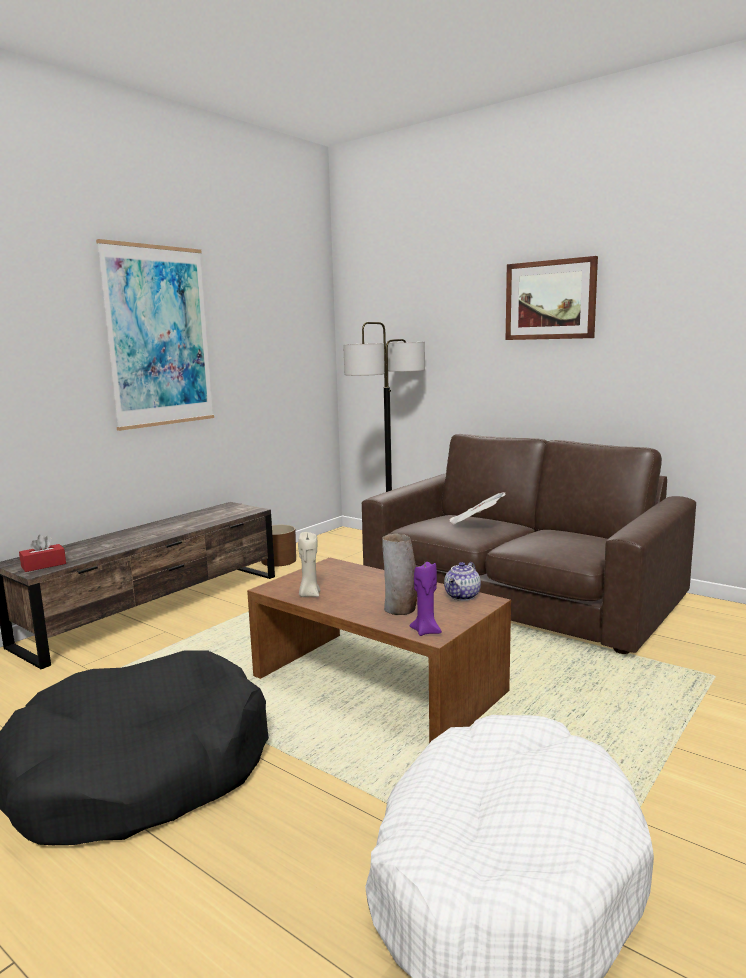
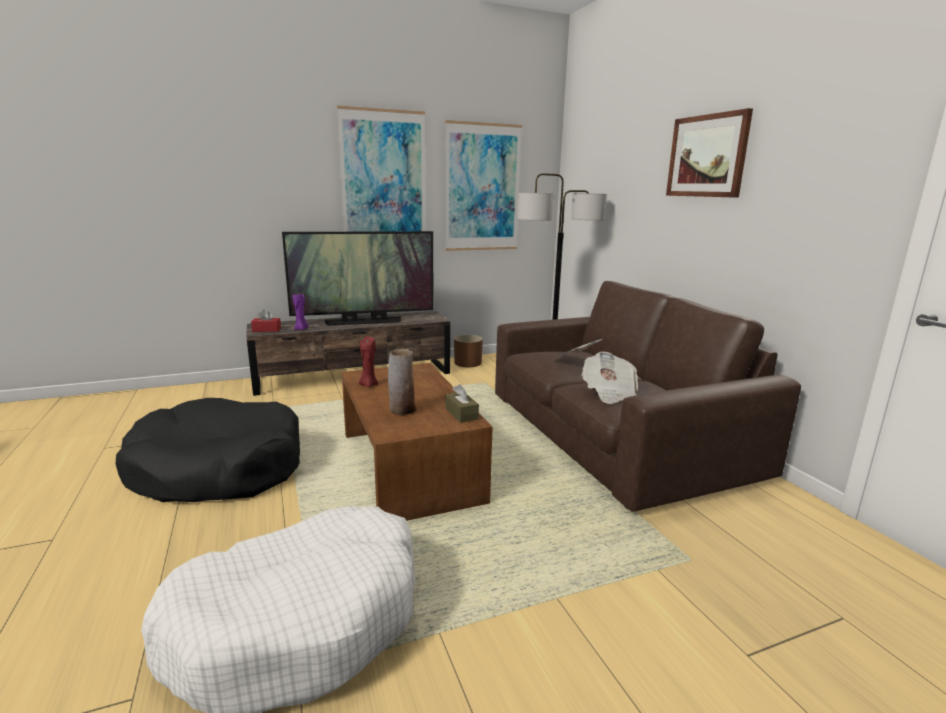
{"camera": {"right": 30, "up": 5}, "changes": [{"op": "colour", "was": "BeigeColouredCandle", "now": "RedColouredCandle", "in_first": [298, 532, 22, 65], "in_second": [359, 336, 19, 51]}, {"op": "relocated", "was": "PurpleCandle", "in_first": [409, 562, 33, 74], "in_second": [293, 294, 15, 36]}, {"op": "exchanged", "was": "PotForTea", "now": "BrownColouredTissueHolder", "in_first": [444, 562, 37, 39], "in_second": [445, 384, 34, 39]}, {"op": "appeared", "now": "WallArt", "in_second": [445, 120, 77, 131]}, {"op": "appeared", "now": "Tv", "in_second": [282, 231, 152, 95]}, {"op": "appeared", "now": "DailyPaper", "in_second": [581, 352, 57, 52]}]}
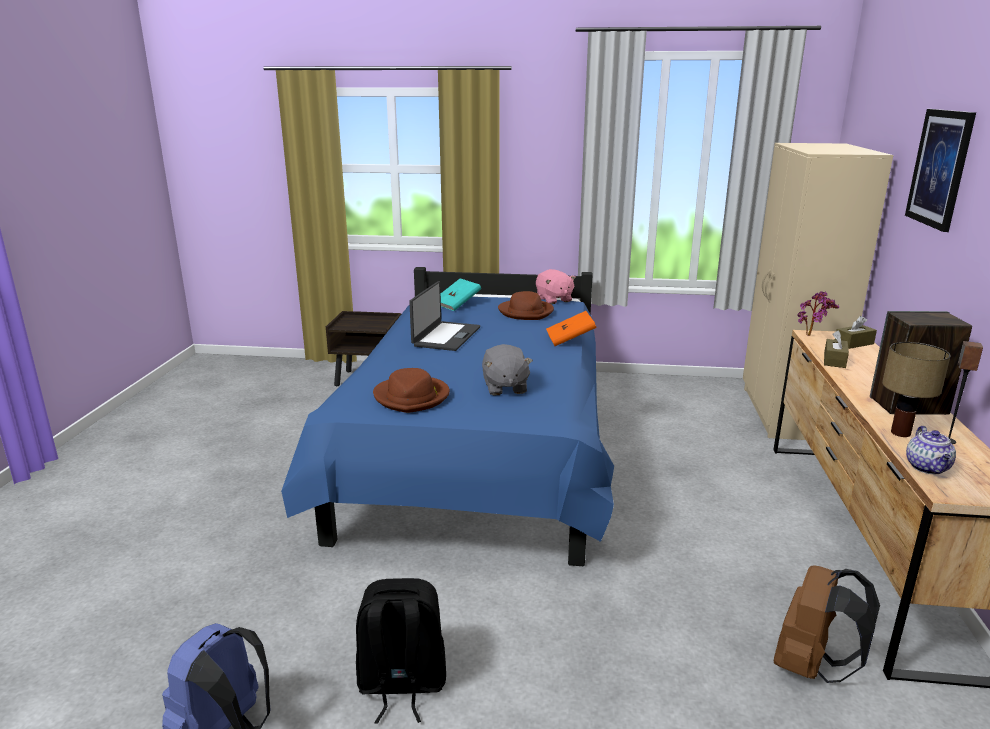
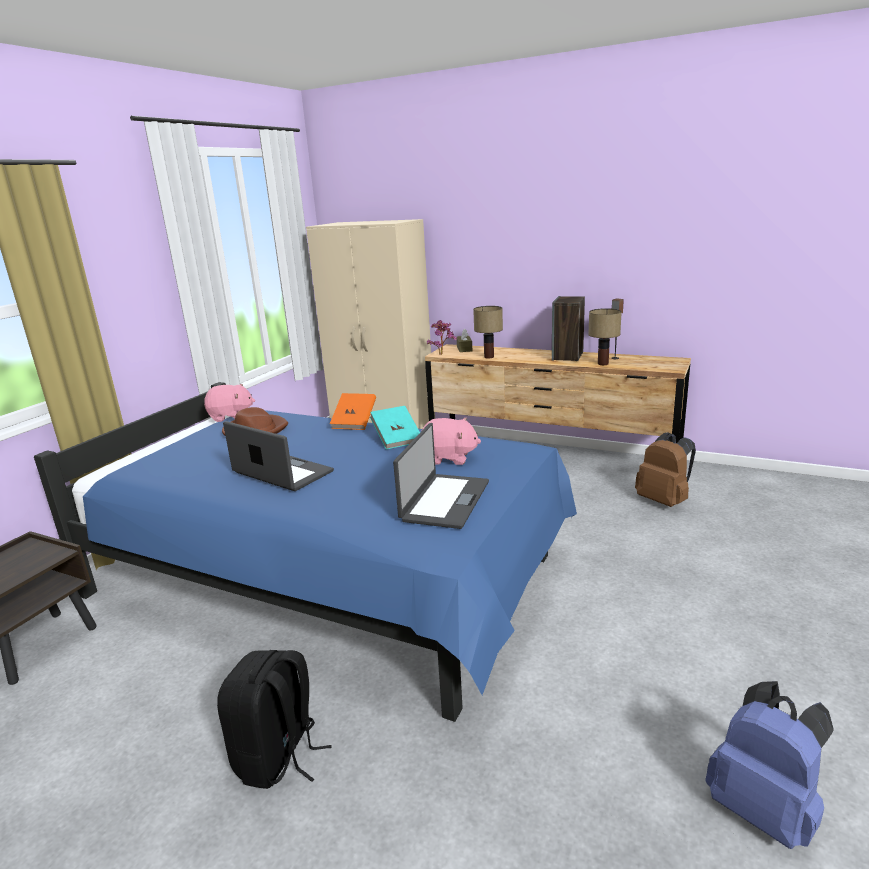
{"camera": {"right": -70, "up": 0}, "changes": [{"op": "missing", "was": "WallArt", "in_first": [905, 109, 71, 123]}, {"op": "relocated", "was": "BlueGreenBook", "in_first": [441, 278, 40, 33], "in_second": [370, 406, 50, 44]}, {"op": "exchanged", "was": "BrownColouredTissueHolder", "now": "LampForATable", "in_first": [824, 330, 25, 38], "in_second": [473, 306, 30, 52]}, {"op": "colour", "was": "GraySoftToy", "now": "PinkColouredSoftToy", "in_first": [482, 344, 51, 52], "in_second": [422, 418, 59, 47]}, {"op": "exchanged", "was": "BrownColouredWearableHat", "now": "Laptop", "in_first": [373, 368, 77, 45], "in_second": [393, 423, 96, 106]}, {"op": "missing", "was": "PotForTea", "in_first": [906, 426, 50, 48]}, {"op": "relocated", "was": "BlackishKnapsack", "in_first": [356, 578, 90, 146], "in_second": [217, 650, 115, 139]}]}
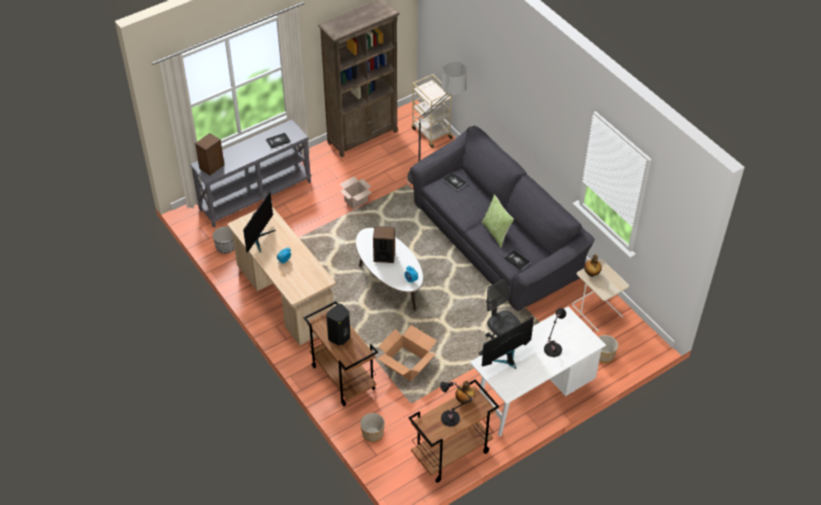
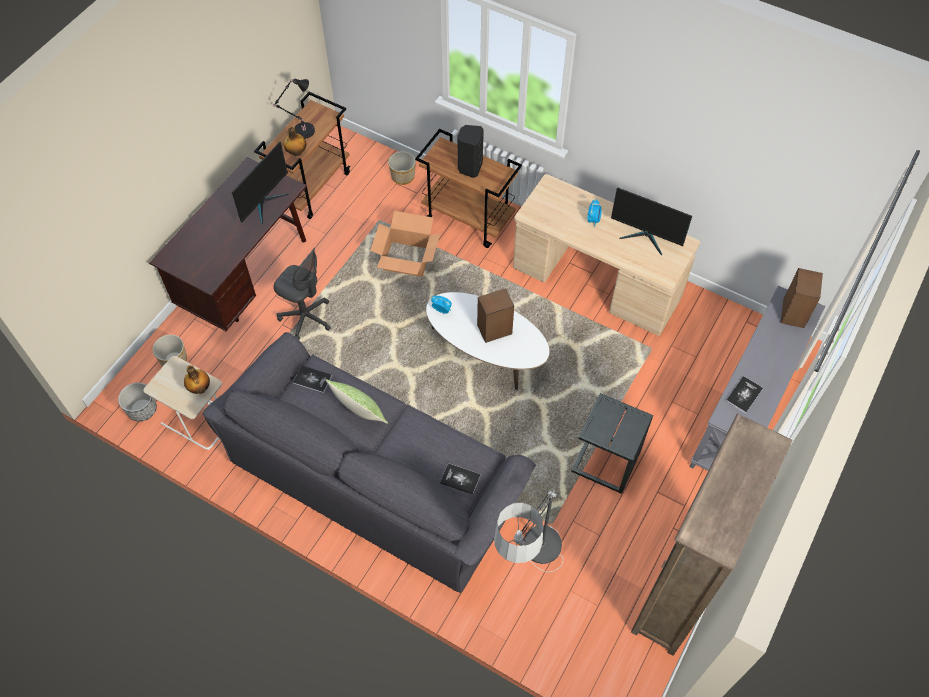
{"camera": {"right": 155, "up": 10}, "changes": [{"op": "missing", "was": "BeigeColouredTrolley", "in_first": [411, 74, 42, 74]}, {"op": "exchanged", "was": "CardboardBox", "now": "GrayEndTable", "in_first": [340, 176, 31, 33], "in_second": [571, 393, 82, 101]}, {"op": "spun", "was": "Monitor", "in_first": [243, 192, 33, 61], "in_second": [611, 187, 81, 68], "clockwise": -60}, {"op": "relocated", "was": "FlowerPot", "in_first": [213, 227, 21, 26], "in_second": [118, 382, 39, 40]}, {"op": "colour", "was": "WhitishDeskUnit", "now": "BrownColouredDeskUnit", "in_first": [470, 307, 136, 130], "in_second": [149, 157, 158, 174]}, {"op": "missing", "was": "BlackishLampForATable", "in_first": [544, 308, 22, 49]}]}
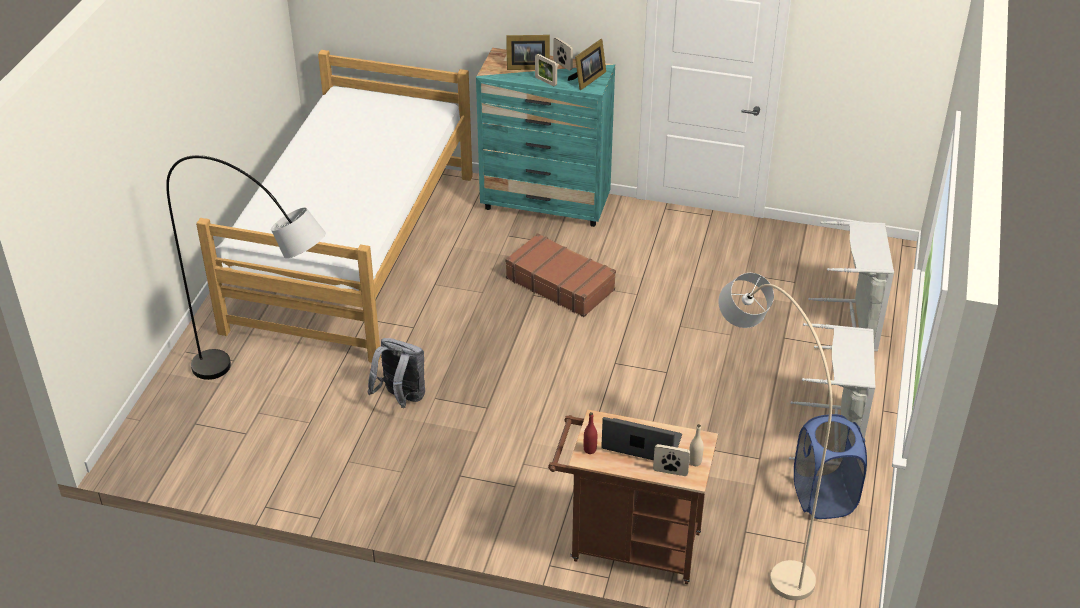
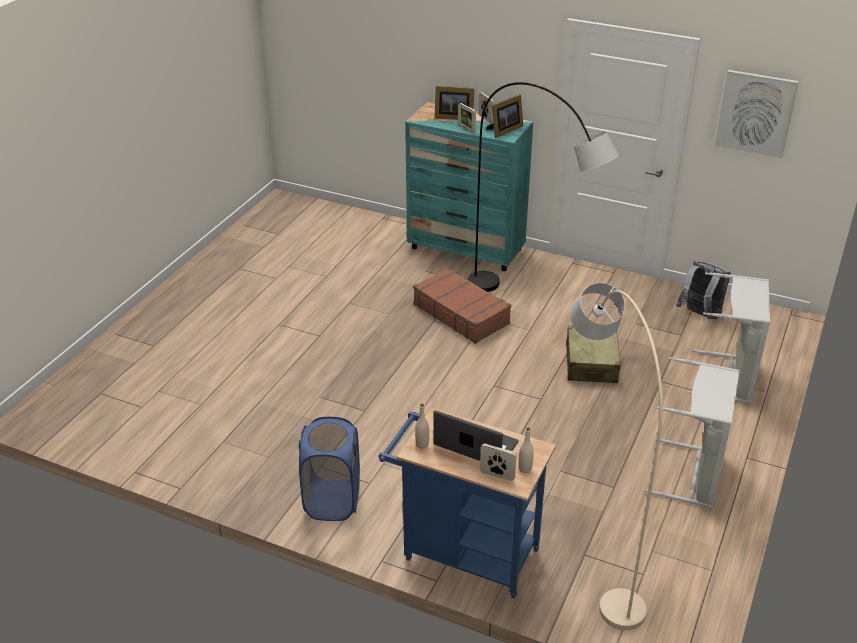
{"camera": {"right": 10, "up": -5}, "changes": [{"op": "missing", "was": "BedroomBed", "in_first": [196, 50, 277, 313]}, {"op": "relocated", "was": "GrayStandardLamp", "in_first": [166, 155, 160, 225], "in_second": [468, 82, 151, 210]}, {"op": "relocated", "was": "GrayKnapsack", "in_first": [367, 338, 58, 70], "in_second": [676, 261, 55, 58]}, {"op": "colour", "was": "BrownColouredTrolley", "now": "BluishTrolley", "in_first": [548, 410, 170, 174], "in_second": [379, 408, 177, 190]}, {"op": "colour", "was": "RedColouredBeverageBottle", "now": "BeigeColouredBeverageBottle", "in_first": [584, 412, 13, 42], "in_second": [415, 404, 14, 45]}, {"op": "relocated", "was": "BluishHamper", "in_first": [794, 414, 73, 105], "in_second": [299, 417, 61, 104]}, {"op": "appeared", "now": "WallArt", "in_second": [715, 70, 84, 88]}, {"op": "appeared", "now": "BeigeColouredTravelCase", "in_second": [566, 326, 55, 57]}]}
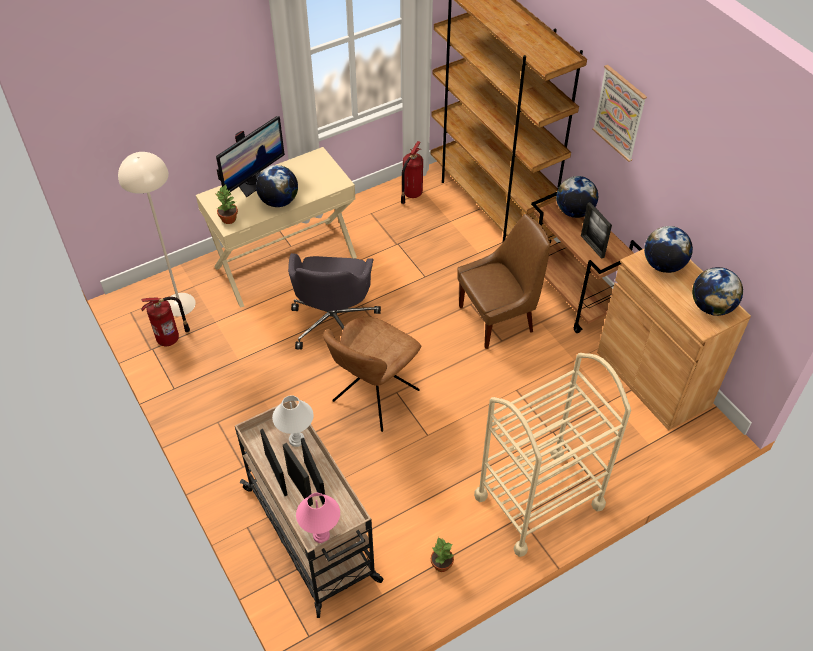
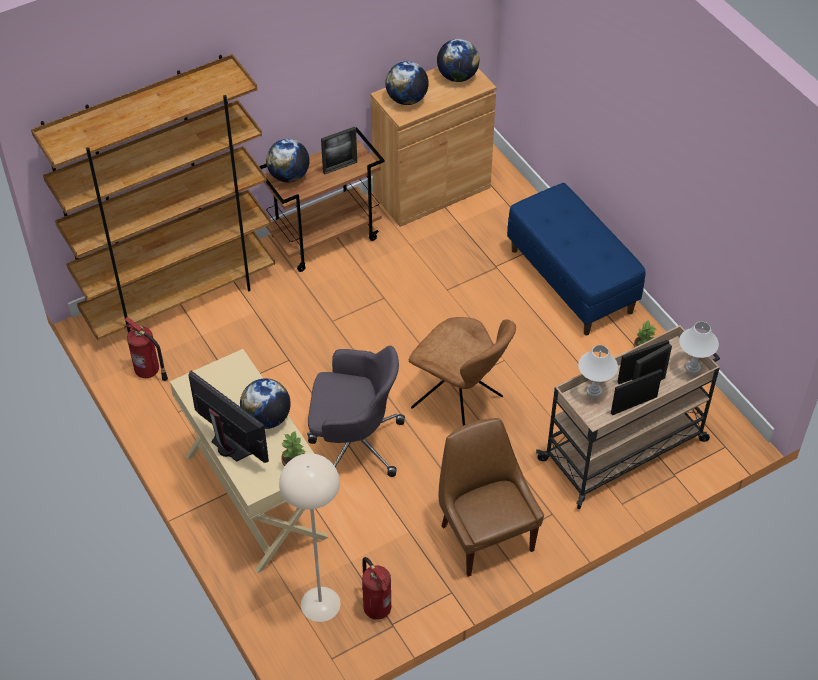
{"camera": {"right": -90, "up": 0}, "changes": [{"op": "missing", "was": "WallArt", "in_first": [592, 65, 55, 97]}, {"op": "relocated", "was": "BrownColouredUprightChair", "in_first": [457, 214, 93, 135], "in_second": [439, 418, 105, 159]}, {"op": "exchanged", "was": "BeigeColouredTrolley", "now": "BluishLongSeat", "in_first": [474, 353, 157, 204], "in_second": [507, 183, 139, 152]}, {"op": "colour", "was": "PinkColouredLampForATable", "now": "WhitishLampForATable", "in_first": [296, 493, 44, 50], "in_second": [679, 321, 40, 53]}]}
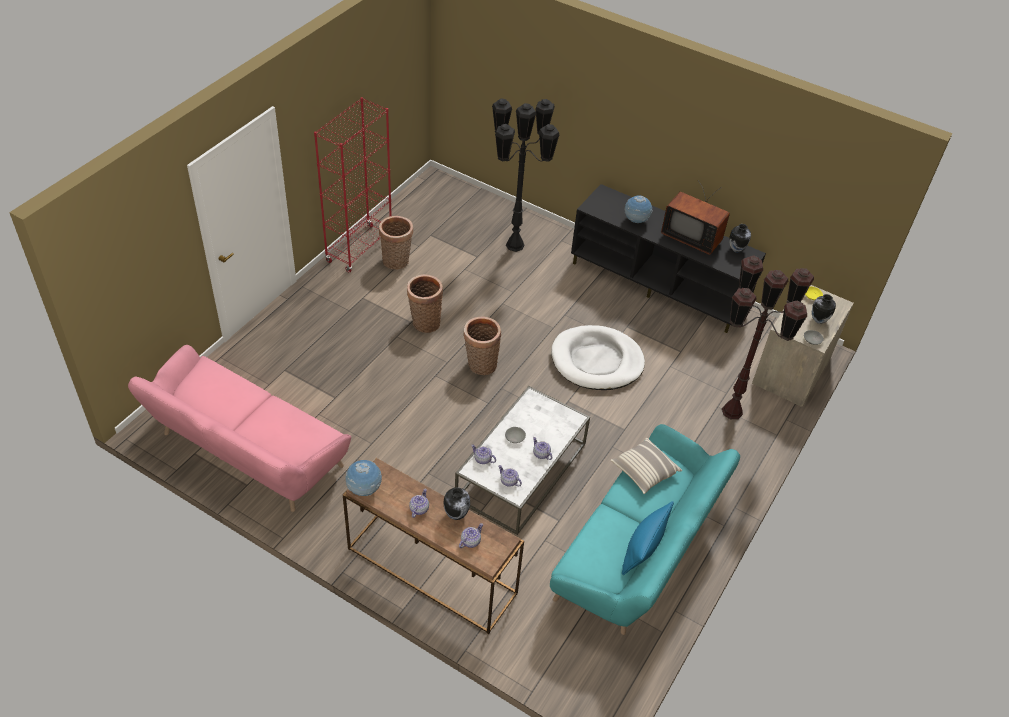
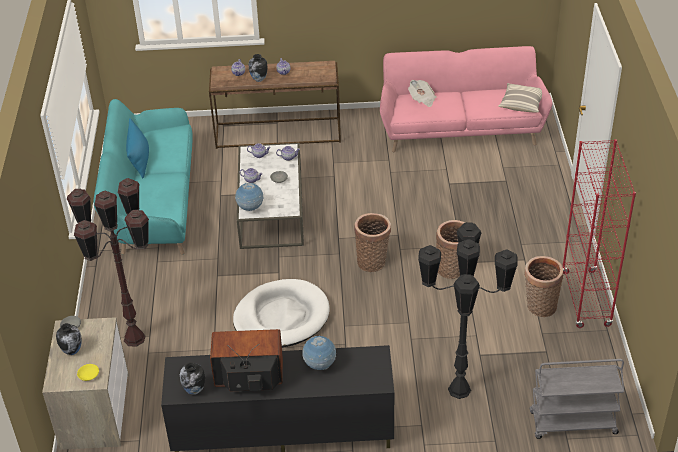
{"camera": {"right": 150, "up": -5}, "changes": [{"op": "relocated", "was": "Cushion", "in_first": [611, 438, 71, 56], "in_second": [498, 83, 44, 30]}, {"op": "relocated", "was": "WorldGlobe", "in_first": [345, 460, 37, 36], "in_second": [235, 183, 28, 28]}, {"op": "appeared", "now": "DailyPaper", "in_second": [408, 80, 29, 27]}, {"op": "appeared", "now": "GrayTrolley", "in_second": [530, 359, 94, 80]}]}
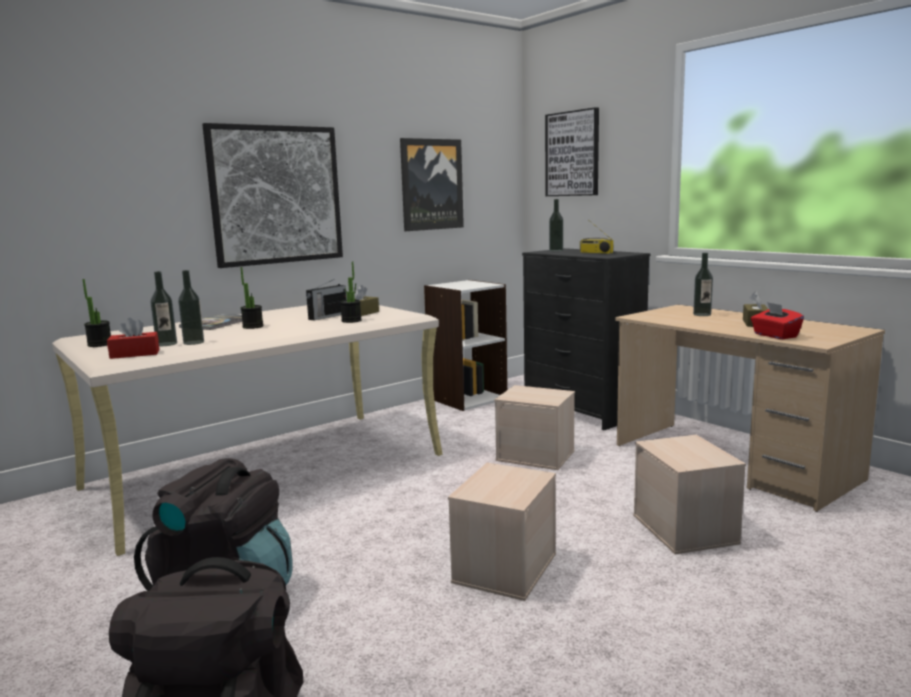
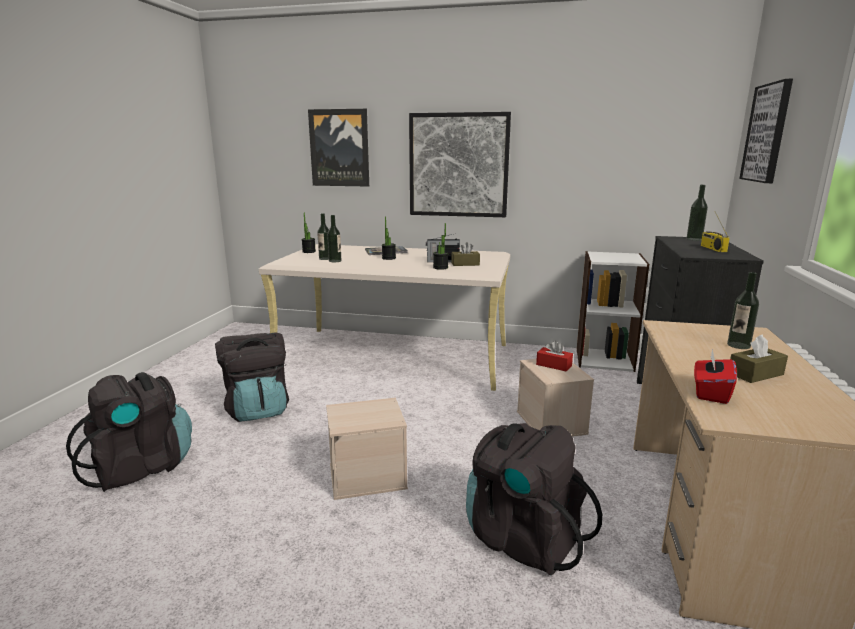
{"camera": {"right": 50, "up": 5}, "changes": [{"op": "relocated", "was": "WallArt", "in_first": [400, 138, 64, 93], "in_second": [308, 109, 61, 78]}, {"op": "relocated", "was": "RedColouredTissueHolder", "in_first": [107, 318, 52, 41], "in_second": [536, 340, 37, 31]}, {"op": "exchanged", "was": "BeigeColouredStorageBin", "now": "BlackishKnapsack", "in_first": [633, 435, 113, 120], "in_second": [466, 423, 136, 152]}]}
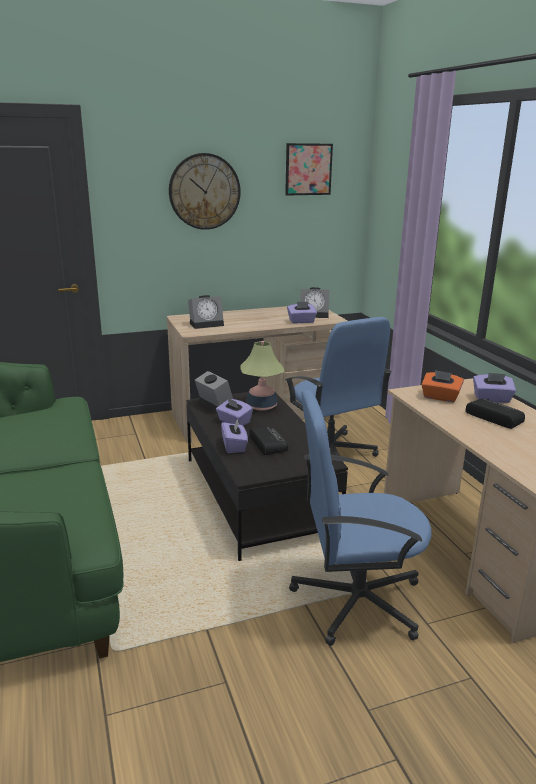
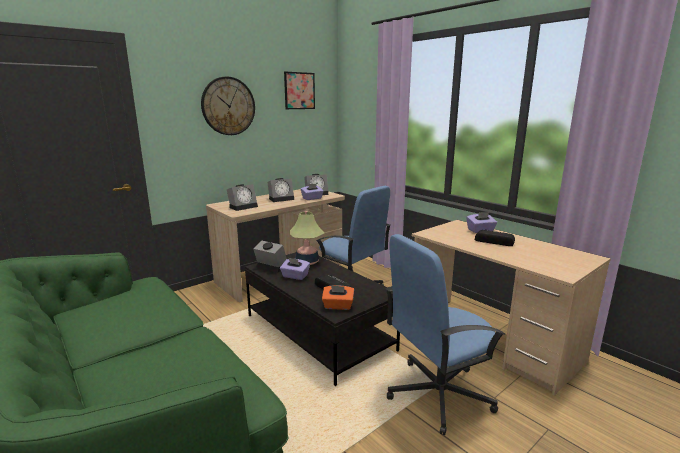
{"camera": {"right": -20, "up": -5}, "changes": [{"op": "relocated", "was": "OrangeyTissueHolder", "in_first": [421, 370, 43, 32], "in_second": [322, 285, 32, 25]}, {"op": "missing", "was": "PurpleTissueHolder", "in_first": [221, 418, 27, 35]}, {"op": "appeared", "now": "TableClock", "in_second": [267, 178, 27, 24]}]}
